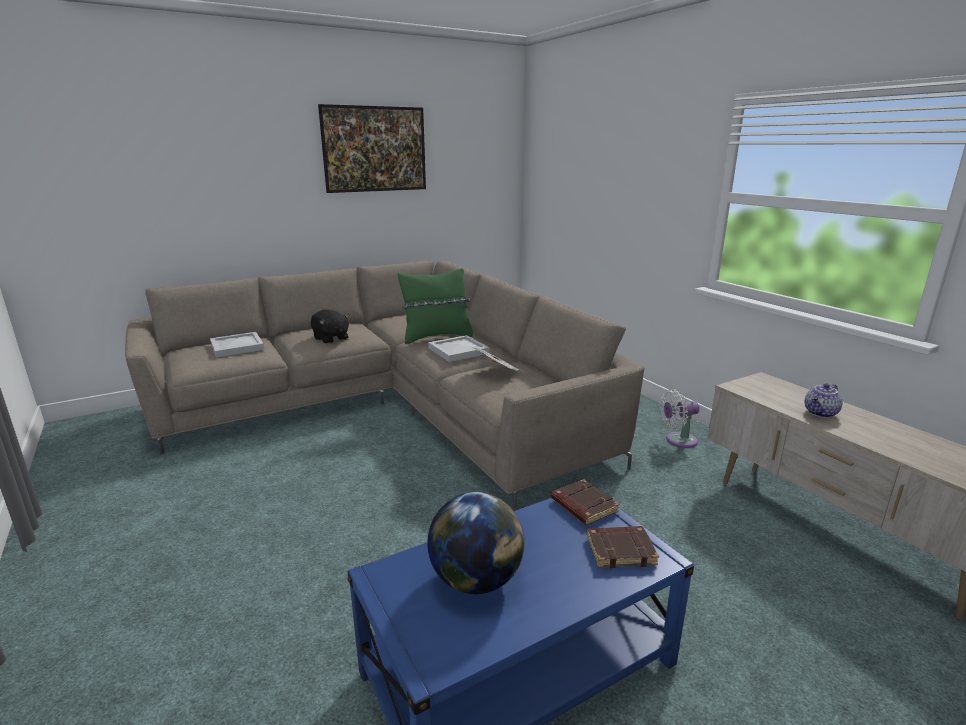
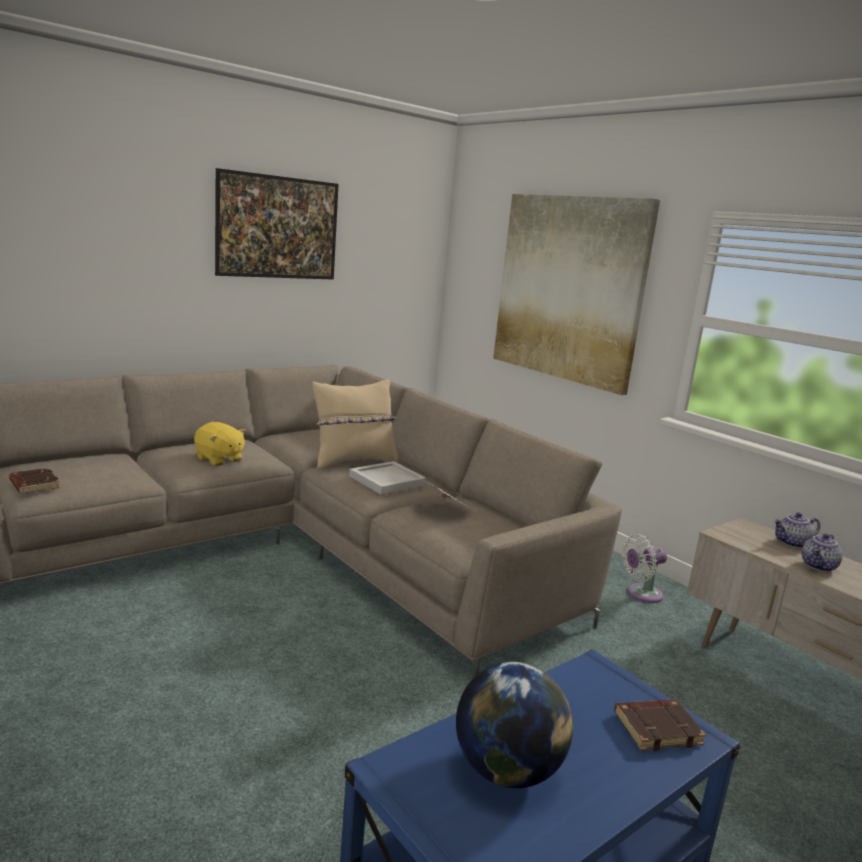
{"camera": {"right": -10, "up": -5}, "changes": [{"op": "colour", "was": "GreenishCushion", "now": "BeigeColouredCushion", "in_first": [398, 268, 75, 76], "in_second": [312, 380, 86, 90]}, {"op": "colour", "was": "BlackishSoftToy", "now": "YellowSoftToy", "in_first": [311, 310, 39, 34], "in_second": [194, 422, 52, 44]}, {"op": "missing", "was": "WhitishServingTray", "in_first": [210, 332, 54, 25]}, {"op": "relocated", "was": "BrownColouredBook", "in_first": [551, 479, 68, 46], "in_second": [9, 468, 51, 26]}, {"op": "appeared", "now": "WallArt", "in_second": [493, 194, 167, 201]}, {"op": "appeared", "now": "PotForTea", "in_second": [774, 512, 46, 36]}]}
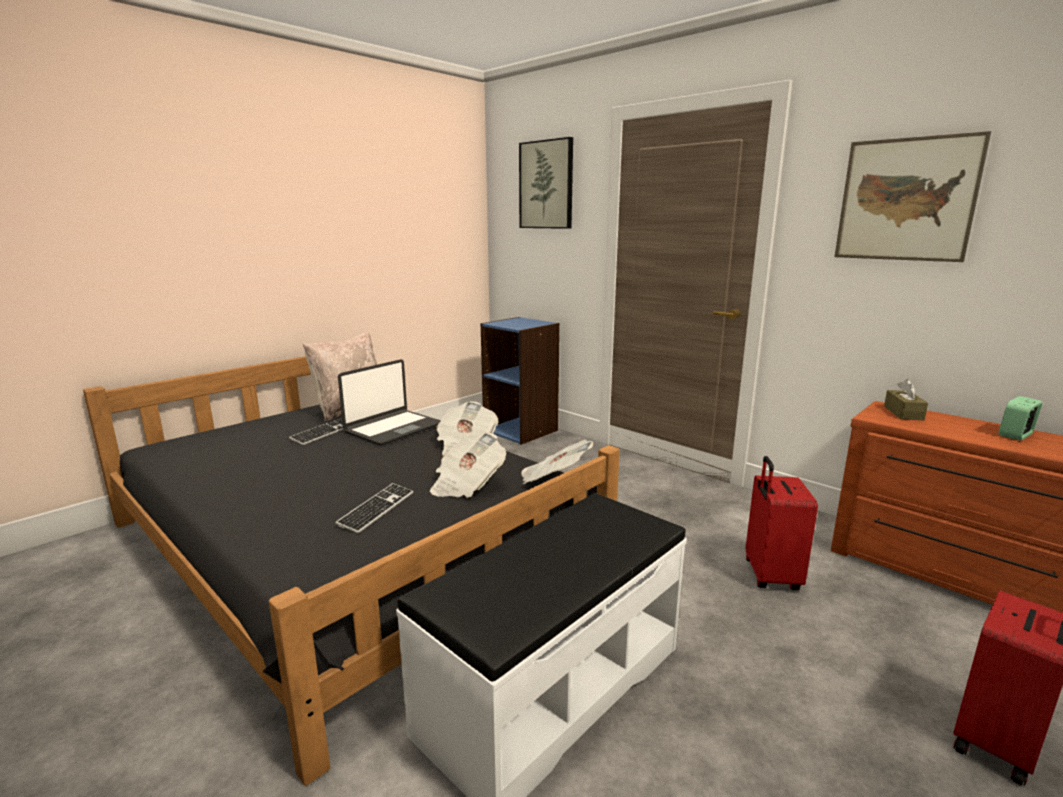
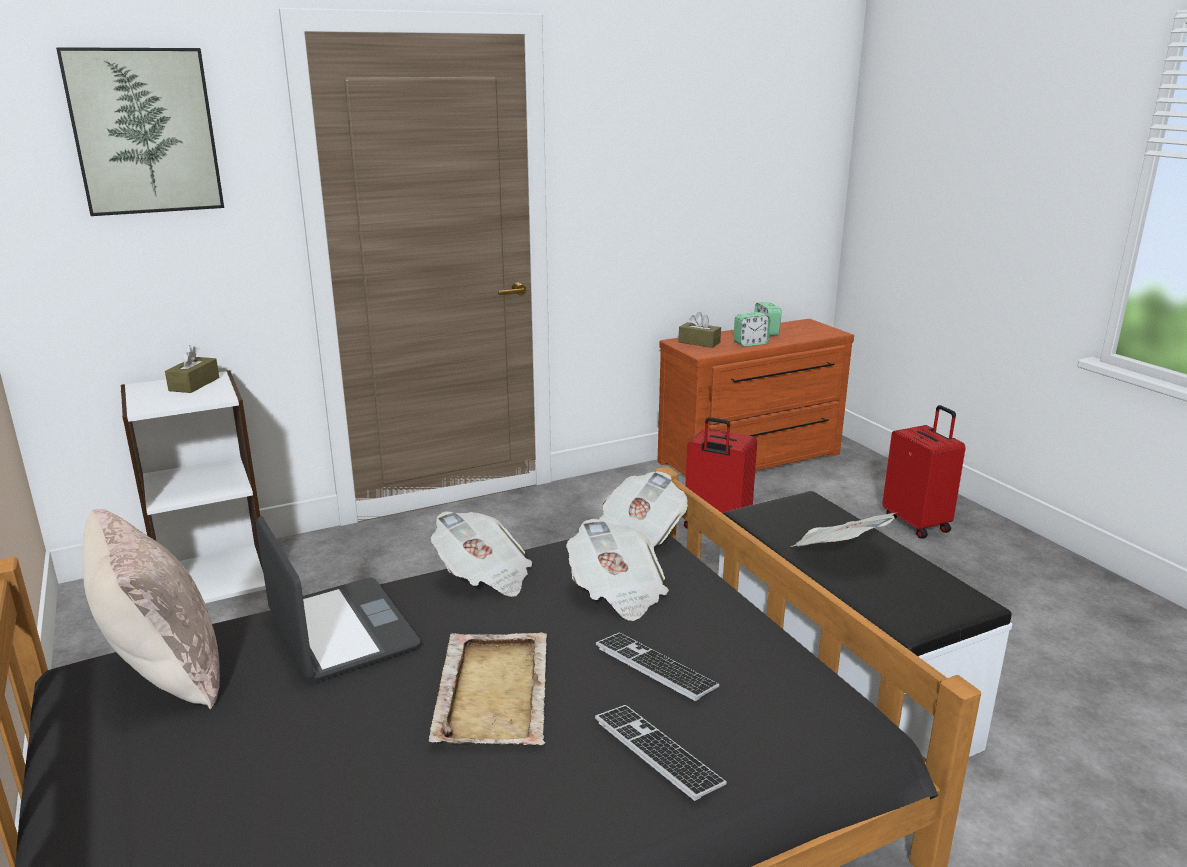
{"camera": {"right": -70, "up": 5}, "changes": [{"op": "missing", "was": "WallArt", "in_first": [835, 131, 156, 131]}, {"op": "colour", "was": "BluishBookshelf", "now": "WhitishBookshelf", "in_first": [481, 317, 79, 128], "in_second": [121, 370, 145, 233]}, {"op": "relocated", "was": "PcKeyboard", "in_first": [289, 418, 55, 27], "in_second": [595, 705, 132, 96]}, {"op": "appeared", "now": "TableClock", "in_second": [734, 312, 36, 35]}, {"op": "appeared", "now": "BrownColouredTissueHolder", "in_second": [165, 345, 54, 48]}, {"op": "appeared", "now": "DailyPaper", "in_second": [790, 513, 105, 34]}, {"op": "appeared", "now": "BeigeColouredServingTray", "in_second": [429, 633, 118, 112]}]}
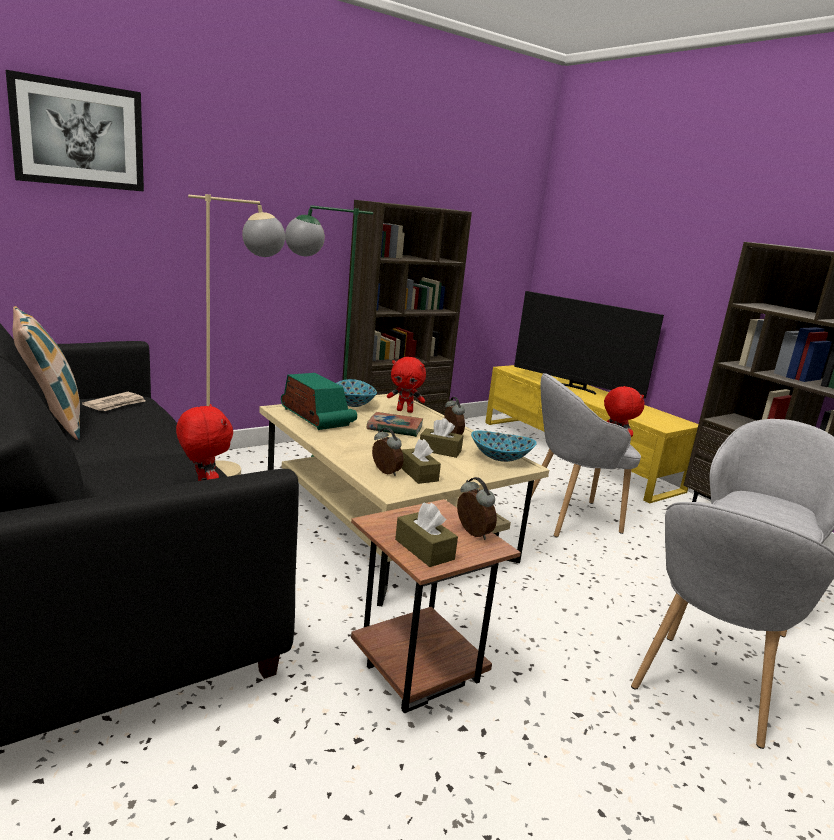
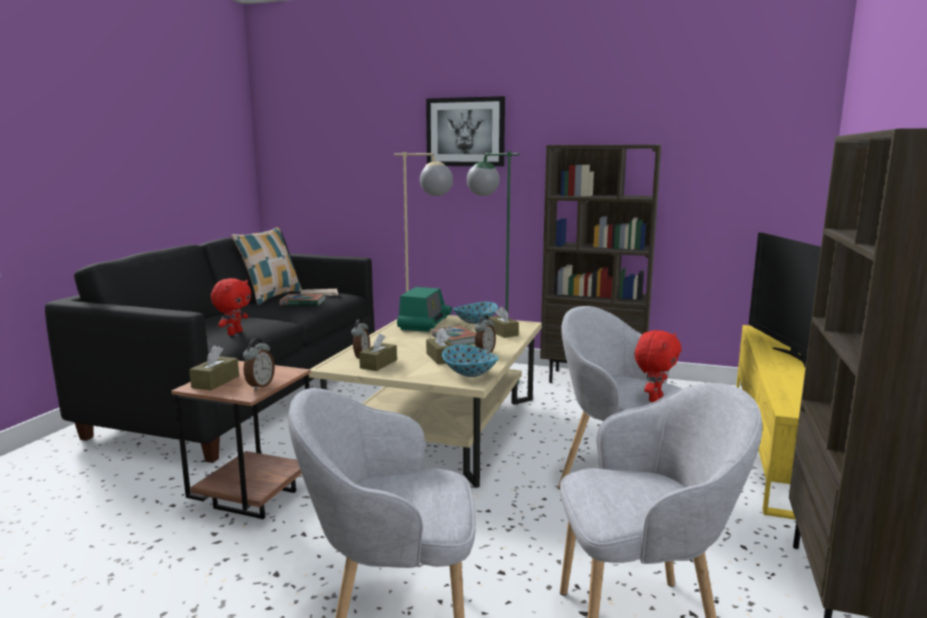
{"camera": {"right": 55, "up": -5}, "changes": [{"op": "relocated", "was": "WallArt", "in_first": [6, 70, 138, 121], "in_second": [426, 96, 79, 70]}, {"op": "exchanged", "was": "RedColouredSoftToy", "now": "BrownColouredTissueHolder", "in_first": [387, 357, 39, 56], "in_second": [488, 306, 31, 32]}, {"op": "appeared", "now": "Book", "in_second": [279, 294, 47, 12]}]}
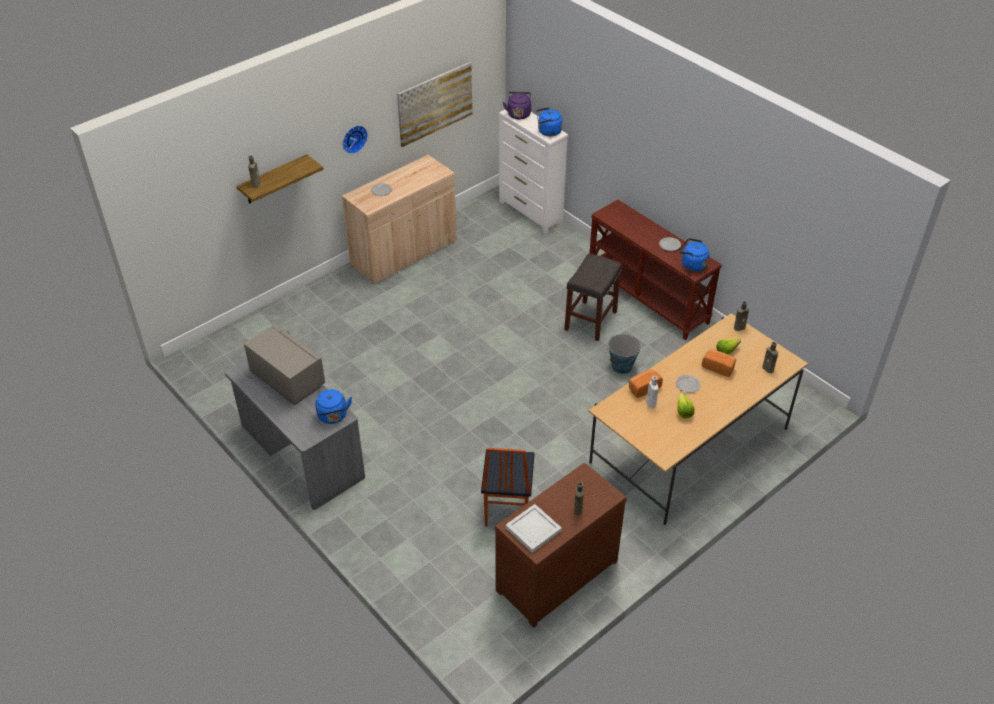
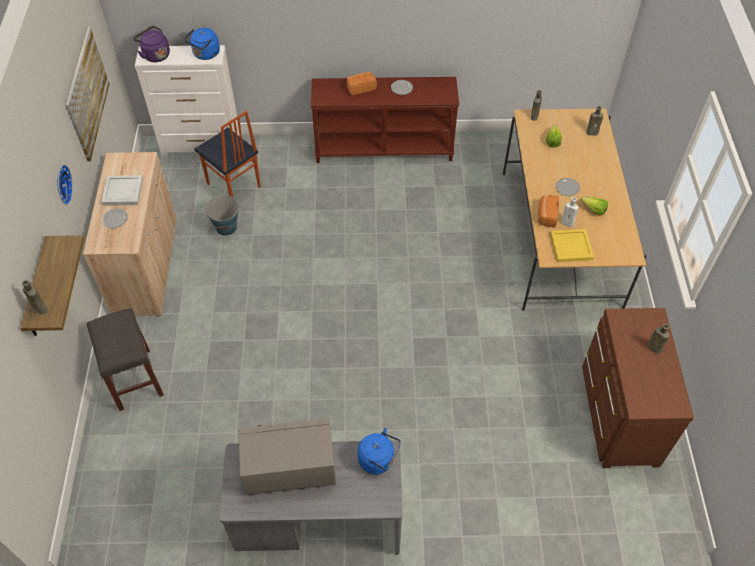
{"camera": {"right": -50, "up": 10}, "changes": [{"op": "missing", "was": "BluishWaterKettle", "in_first": [679, 238, 30, 34]}, {"op": "relocated", "was": "GraySittingStool", "in_first": [564, 253, 58, 88], "in_second": [87, 308, 77, 103]}, {"op": "relocated", "was": "Pail", "in_first": [607, 334, 34, 40], "in_second": [205, 195, 35, 41]}, {"op": "relocated", "was": "BakeryBread", "in_first": [702, 349, 34, 28], "in_second": [347, 72, 30, 23]}, {"op": "relocated", "was": "UprightChair", "in_first": [481, 448, 53, 79], "in_second": [194, 111, 67, 86]}, {"op": "relocated", "was": "WhitishServingTray", "in_first": [506, 504, 56, 49], "in_second": [101, 175, 42, 31]}, {"op": "appeared", "now": "YellowServingTray", "in_second": [550, 229, 44, 33]}]}
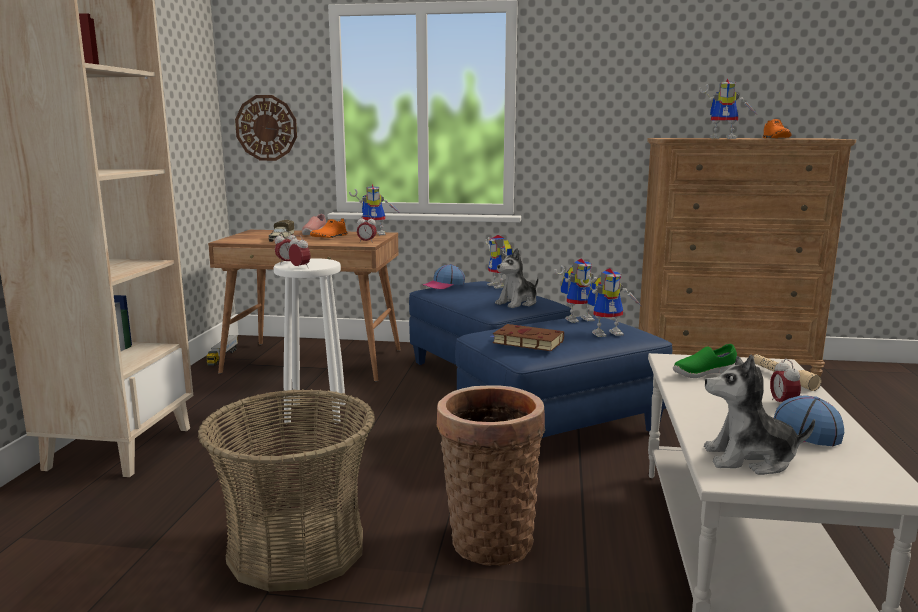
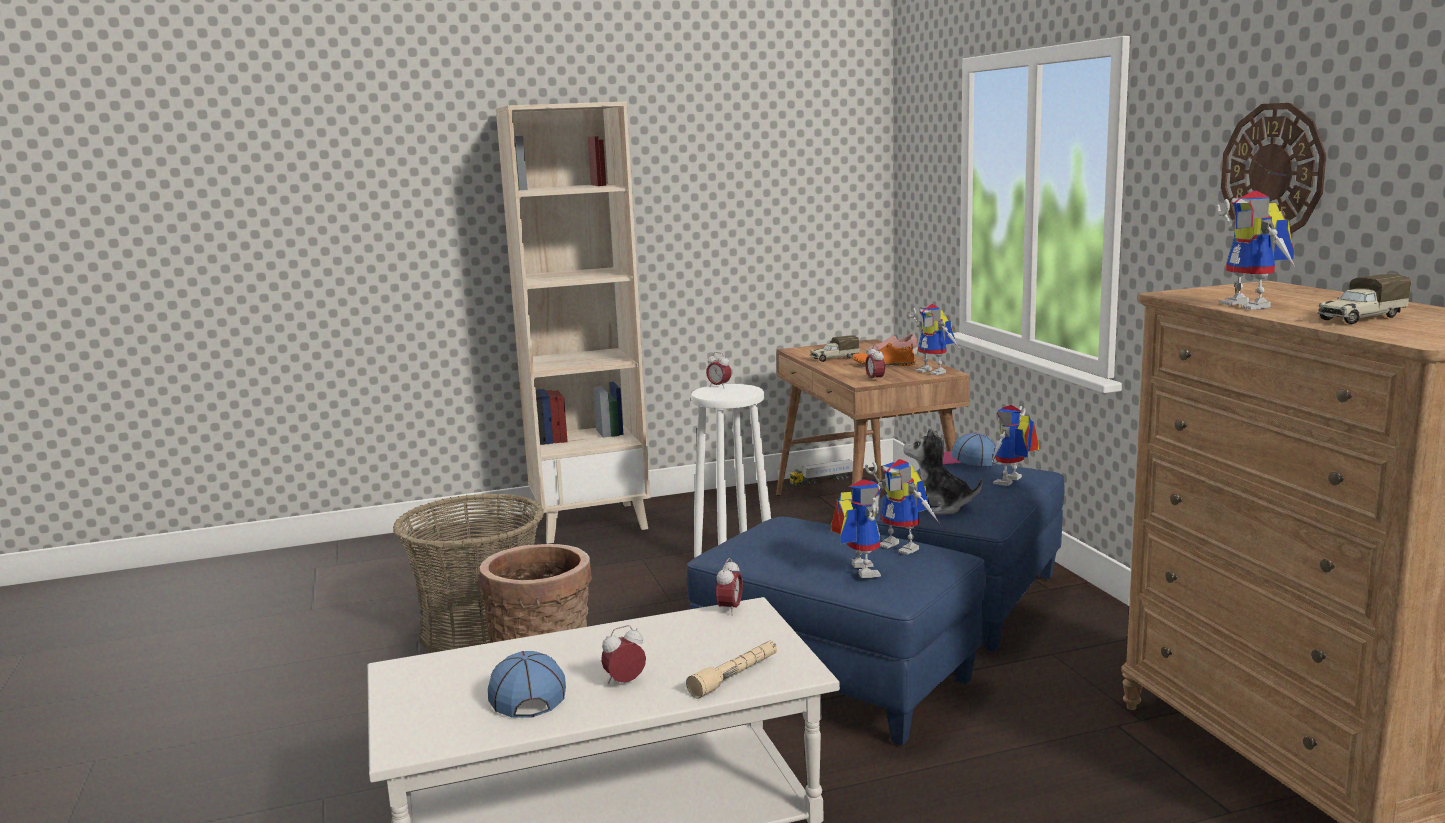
{"camera": {"right": 65, "up": 0}, "changes": [{"op": "relocated", "was": "WallClock", "in_first": [235, 95, 62, 66], "in_second": [1221, 103, 105, 131]}, {"op": "exchanged", "was": "OrangeyLowShoe", "now": "ToyTruck", "in_first": [763, 119, 29, 19], "in_second": [1317, 274, 94, 50]}, {"op": "relocated", "was": "TableClock", "in_first": [289, 235, 22, 32], "in_second": [716, 558, 27, 58]}, {"op": "spun", "was": "ToyRobot", "in_first": [581, 268, 60, 69], "in_second": [830, 479, 52, 99], "clockwise": -150}, {"op": "missing", "was": "BrownColouredBook", "in_first": [490, 324, 74, 27]}, {"op": "missing", "was": "GreenishLowShoe", "in_first": [673, 344, 64, 34]}, {"op": "missing", "was": "SoftToy", "in_first": [704, 355, 111, 120]}]}
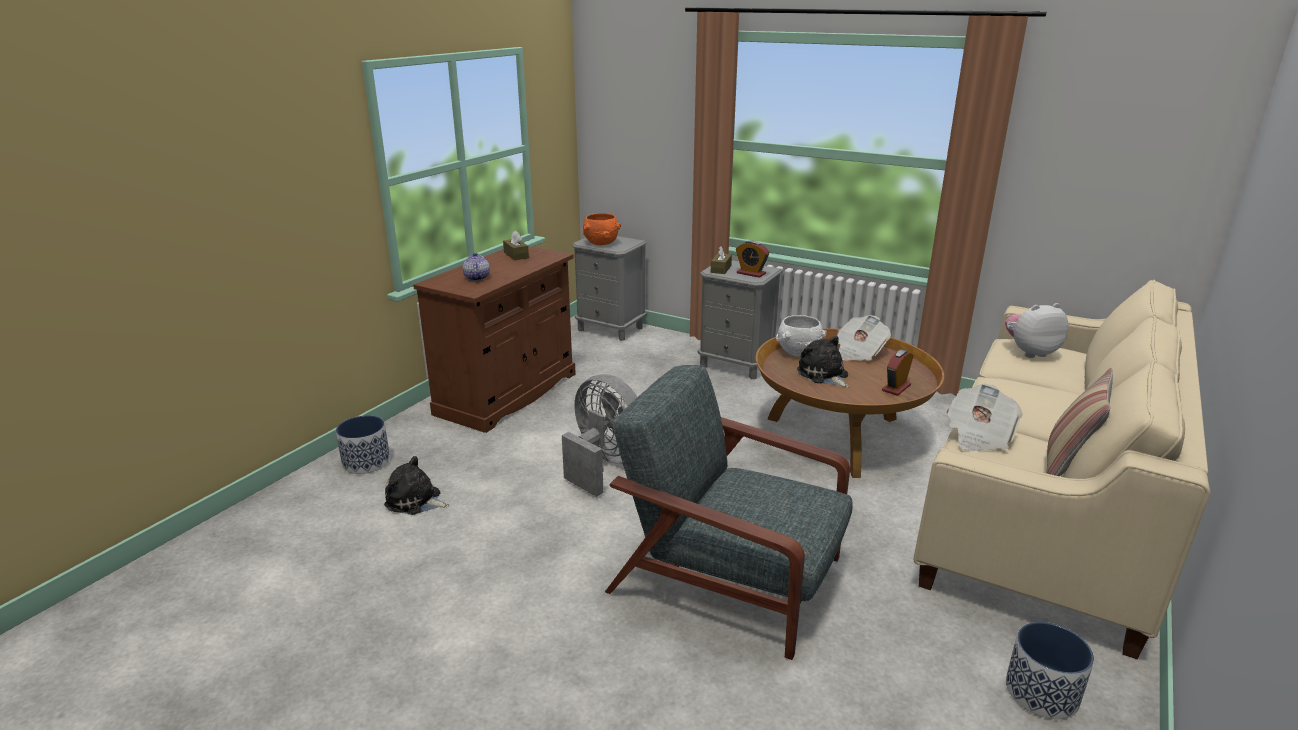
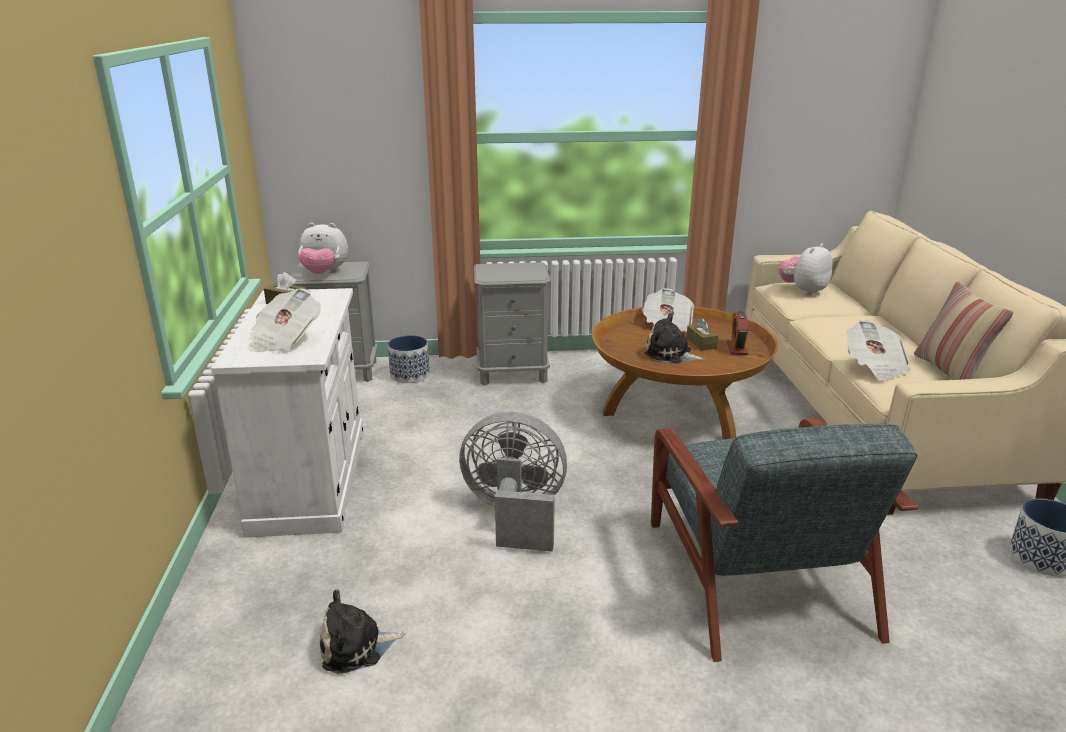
{"camera": {"right": -35, "up": 0}, "changes": [{"op": "exchanged", "was": "OrangeyBowl", "now": "SoftToy", "in_first": [583, 213, 38, 32], "in_second": [298, 223, 50, 51]}, {"op": "missing", "was": "TableClock", "in_first": [736, 241, 33, 37]}, {"op": "colour", "was": "BrownColouredStorageCabinet", "now": "WhitishStorageCabinet", "in_first": [413, 246, 163, 187], "in_second": [211, 288, 153, 250]}, {"op": "relocated", "was": "BrownColouredTissueHolder", "in_first": [711, 246, 21, 28], "in_second": [686, 318, 32, 33]}, {"op": "exchanged", "was": "PotForTea", "now": "DailyPaper", "in_first": [463, 253, 27, 28], "in_second": [247, 289, 74, 63]}, {"op": "missing", "was": "WhitishBowl", "in_first": [776, 315, 51, 41]}, {"op": "spun", "was": "GrayArmchair", "in_first": [605, 365, 248, 295], "in_second": [651, 418, 267, 244], "clockwise": -90}, {"op": "relocated", "was": "FlowerPot", "in_first": [336, 415, 54, 59], "in_second": [388, 335, 42, 48]}]}
